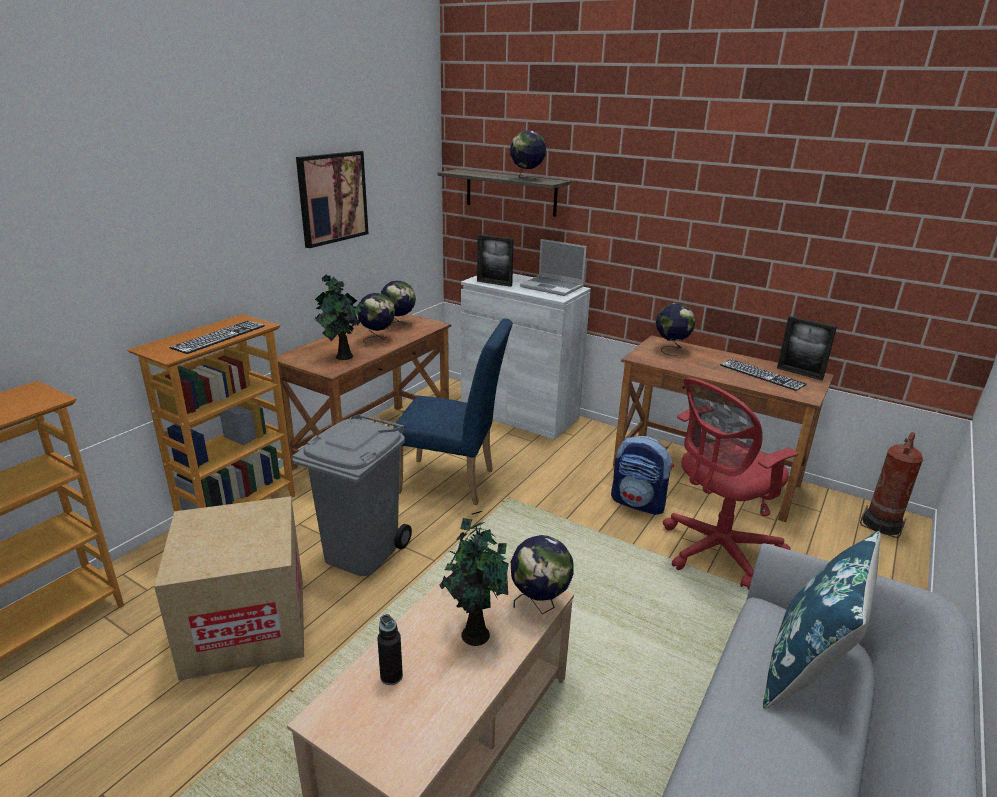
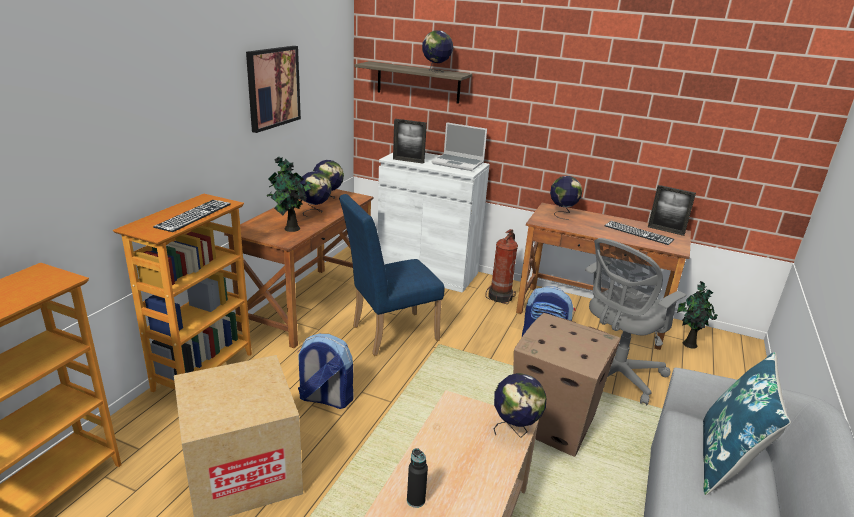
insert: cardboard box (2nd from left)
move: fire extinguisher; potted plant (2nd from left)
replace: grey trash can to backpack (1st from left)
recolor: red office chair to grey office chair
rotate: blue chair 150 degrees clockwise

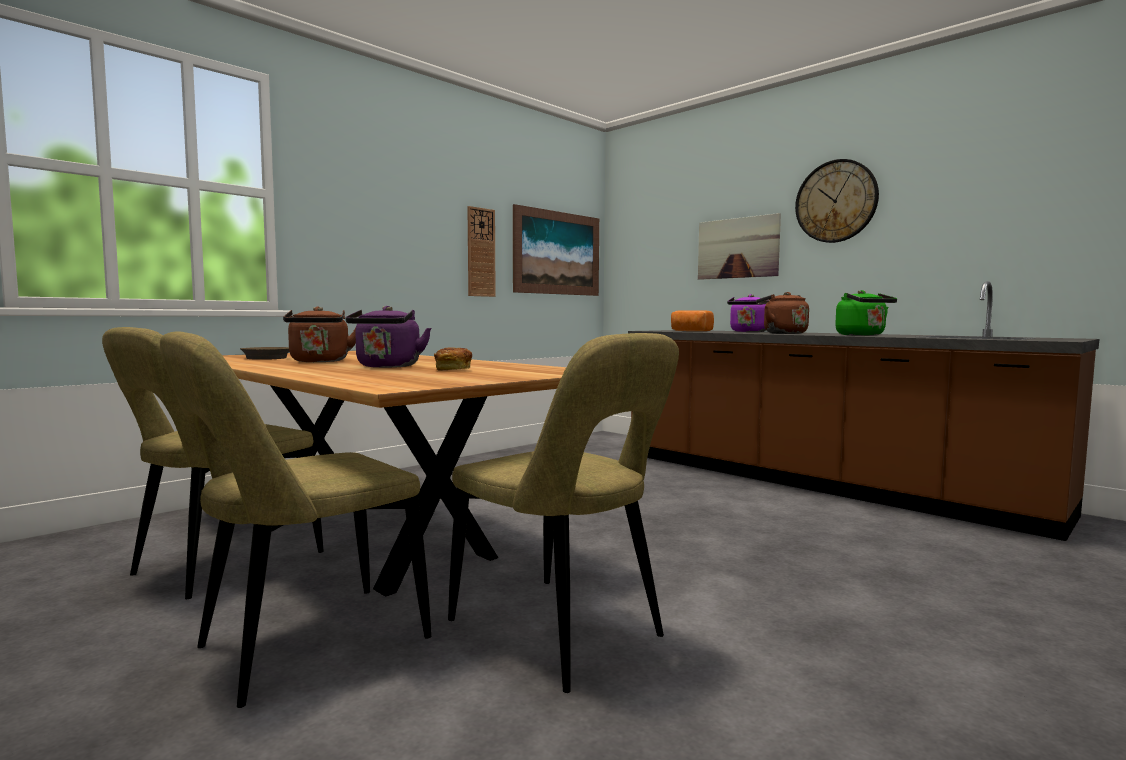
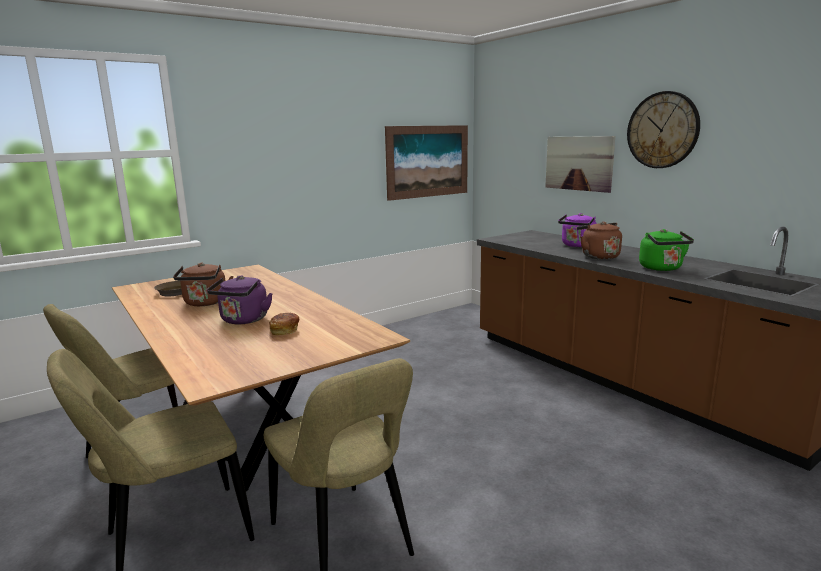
delete: wall clock (1st from left); bread (2nd from left)

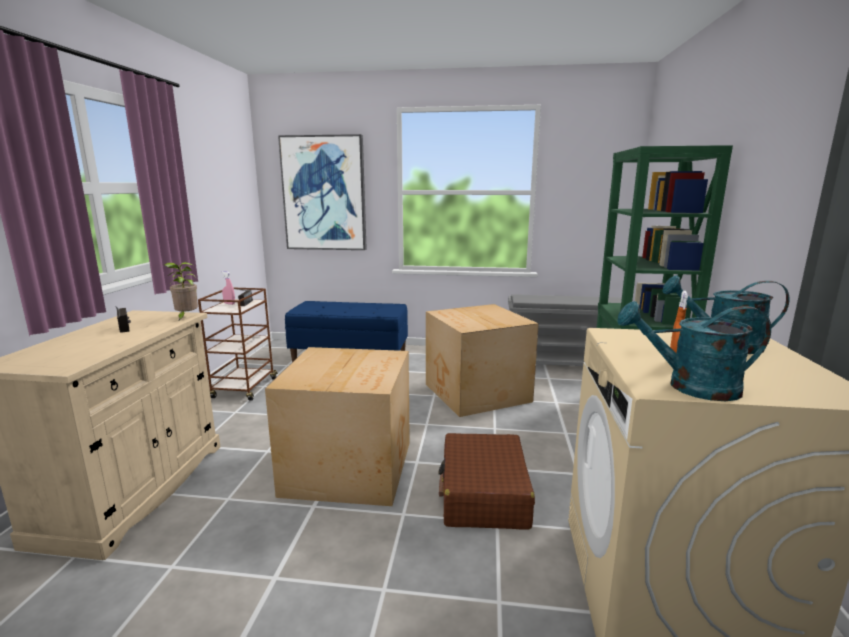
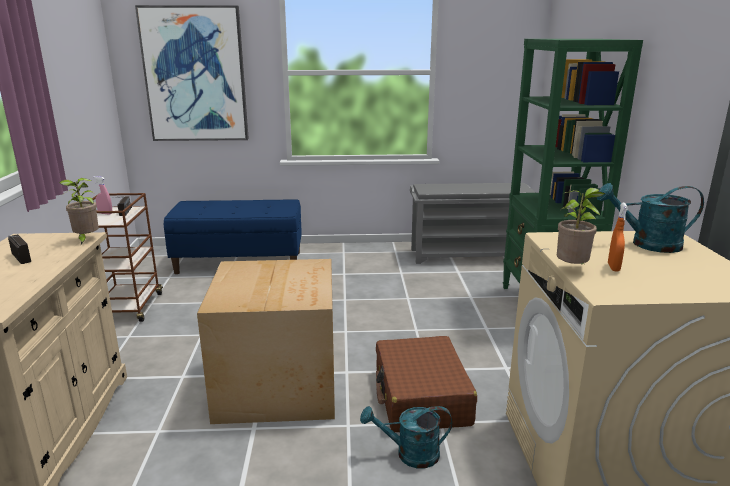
delete: cardboard box (2nd from left)
insert: potted plant (2nd from left)
move: turquoise watering can (1st from left)

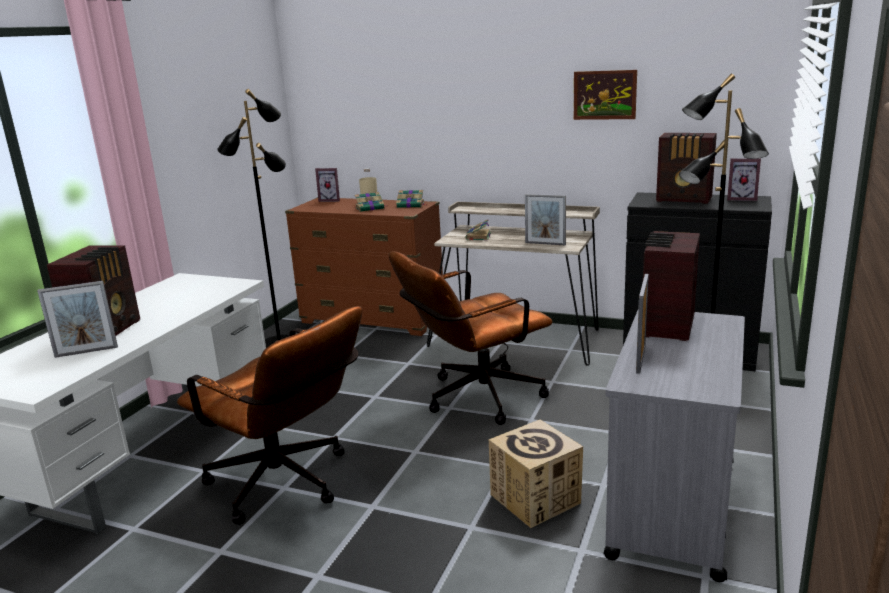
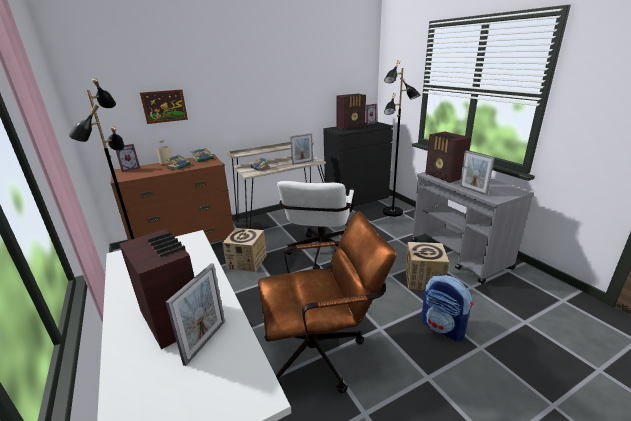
insert: cardboard box (1st from left); backpack
move: picture
recolor: brown office chair (2nd from left) to white office chair

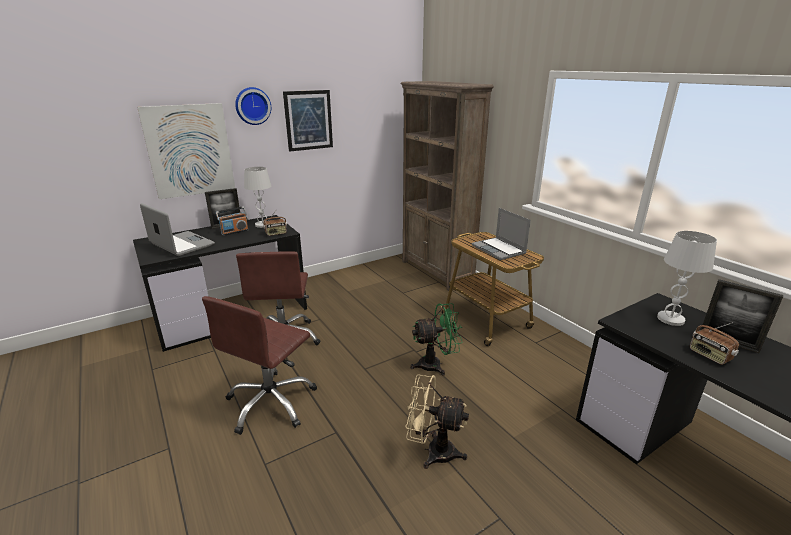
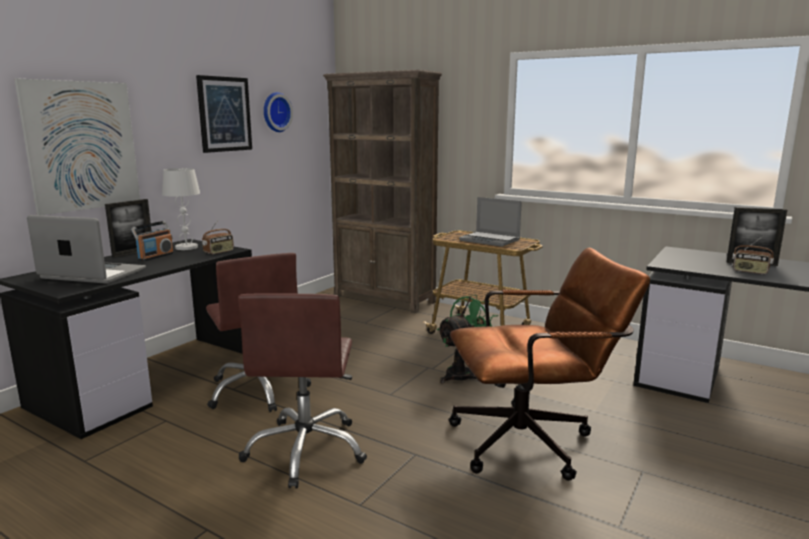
delete: white table lamp (2nd from left)
move: wall clock
replace: beige fan to brown office chair (3rd from left)

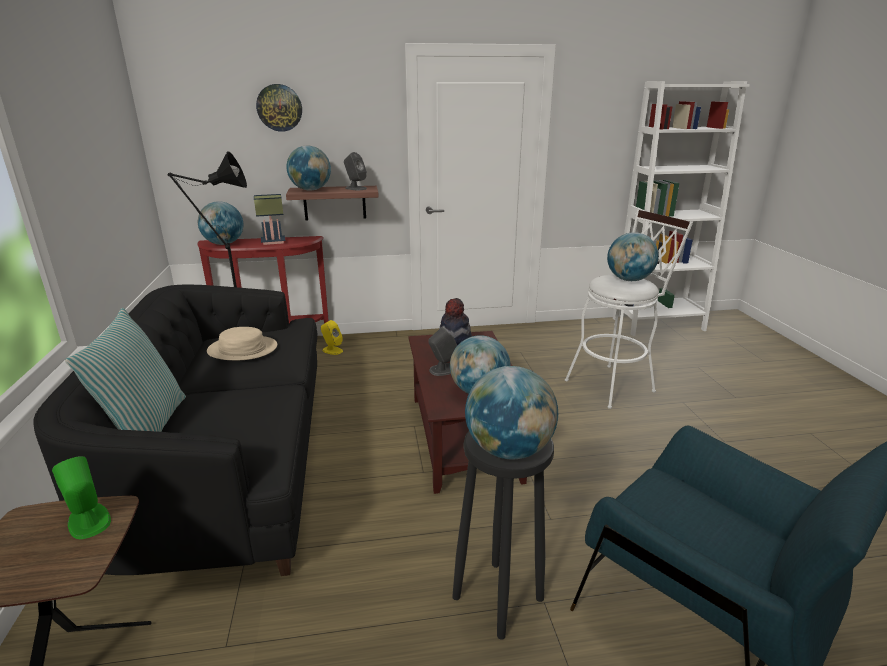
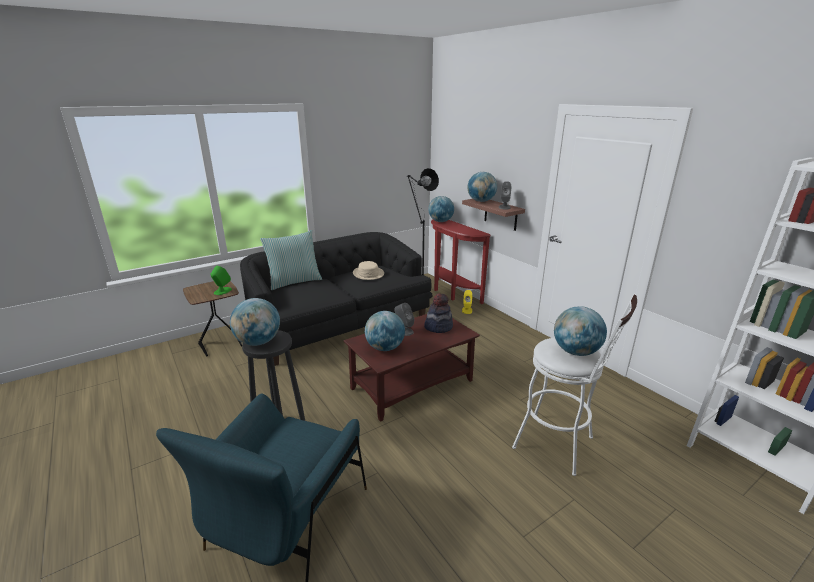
delete: table lamp; wall clock

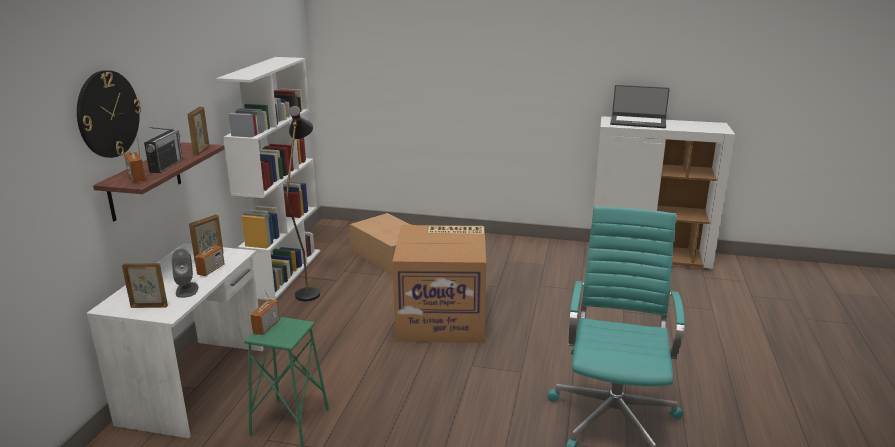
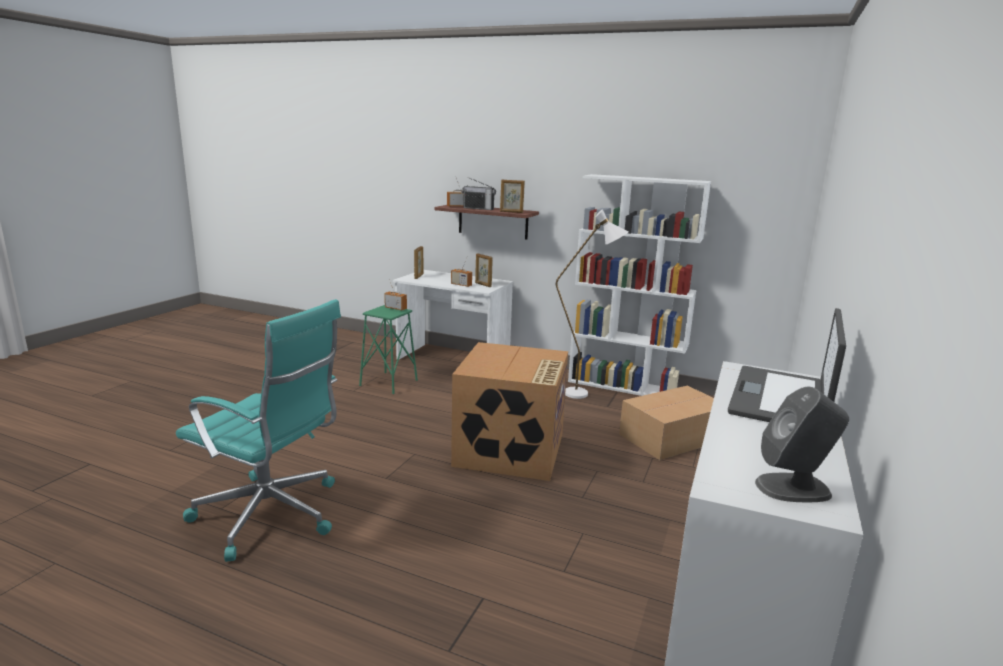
delete: wall clock
move: grey speaker
recolor: black floor lamp to white floor lamp

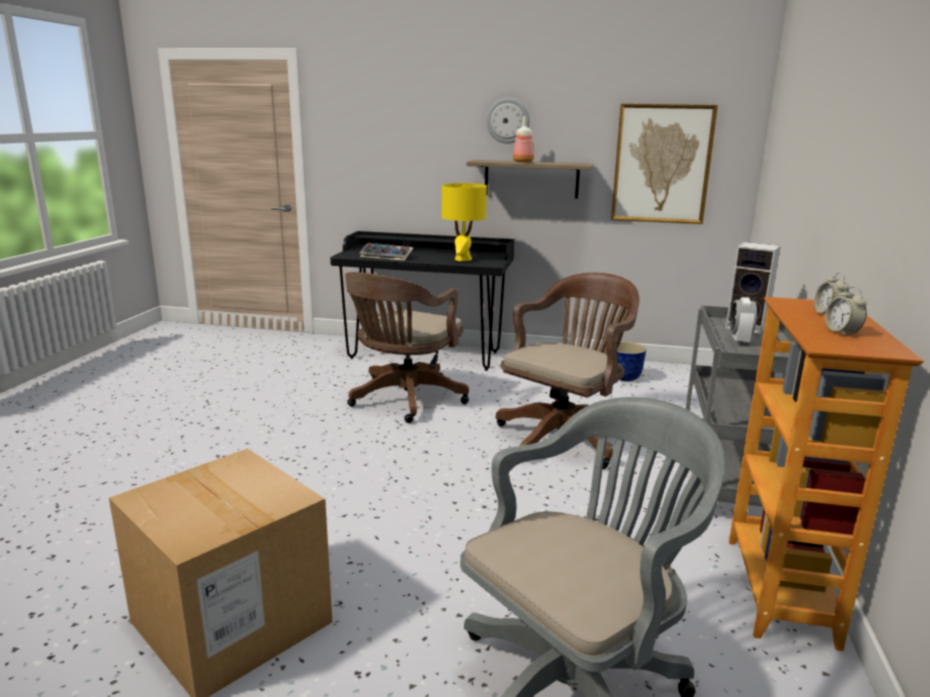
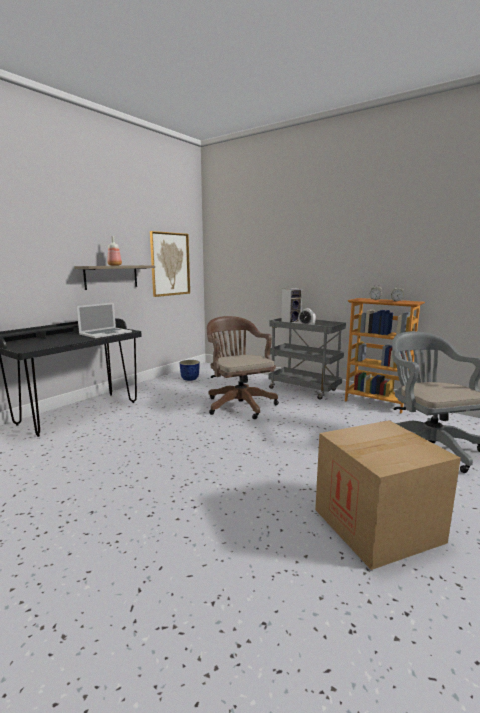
delete: brown office chair (1st from left); keyboard; wall clock
replace: yellow table lamp to laptop

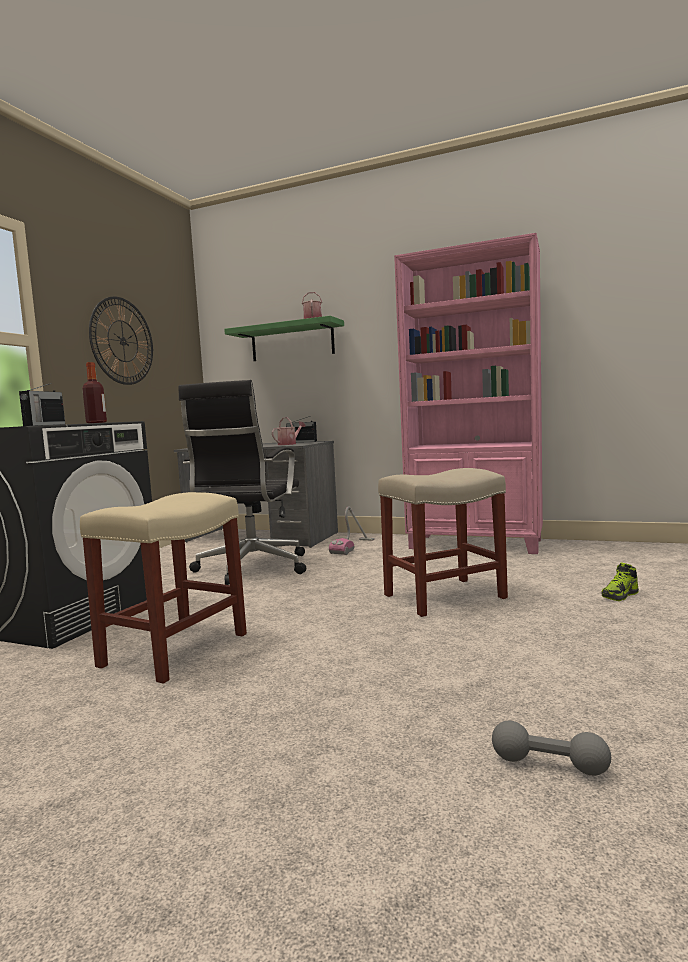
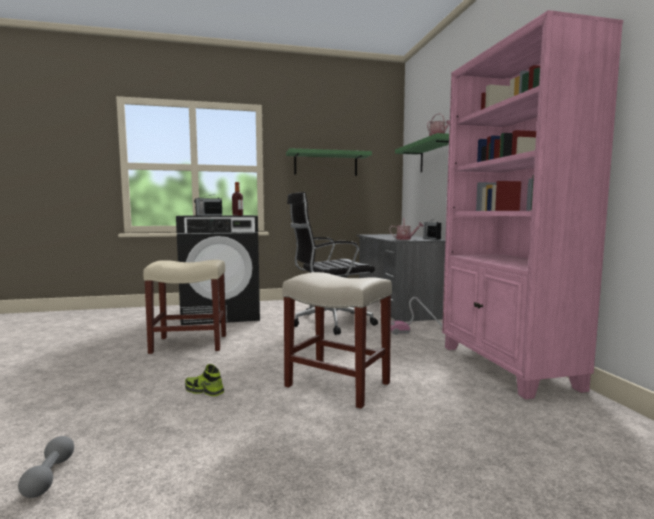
move: shoe
replace: wall clock to green shelf (1st from left)

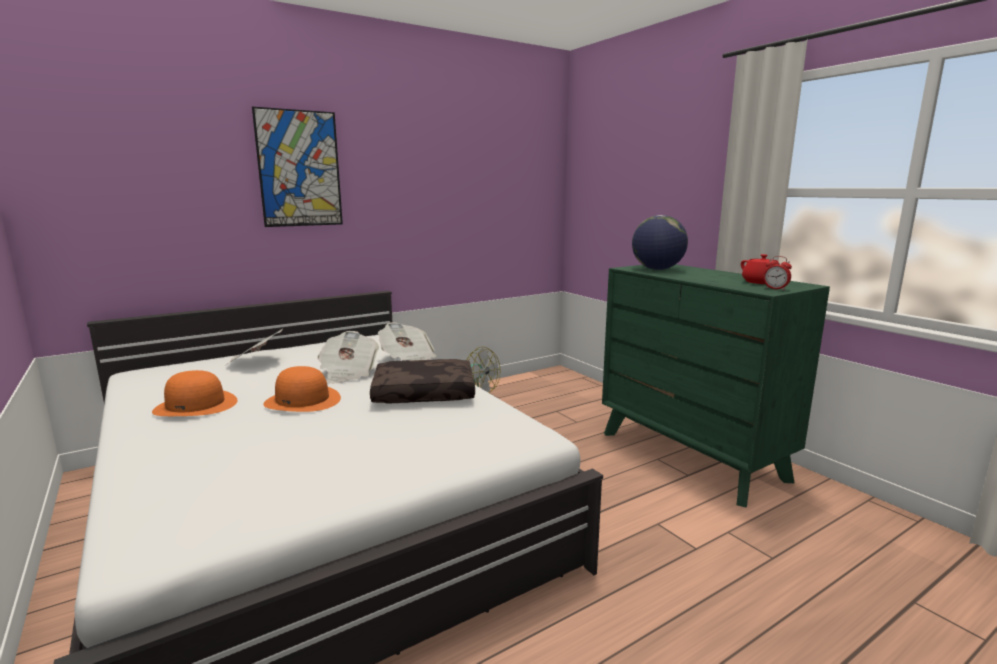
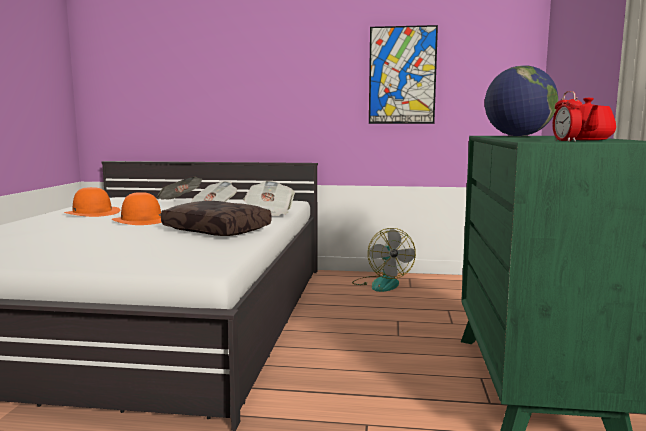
move: picture

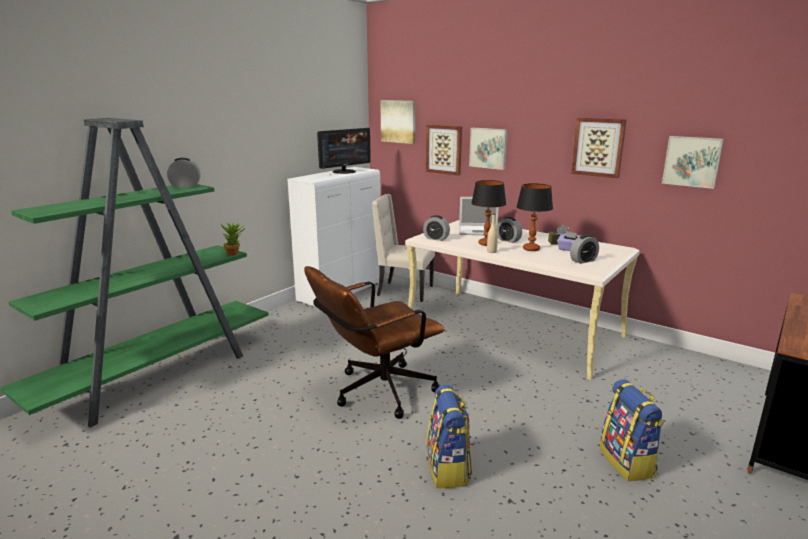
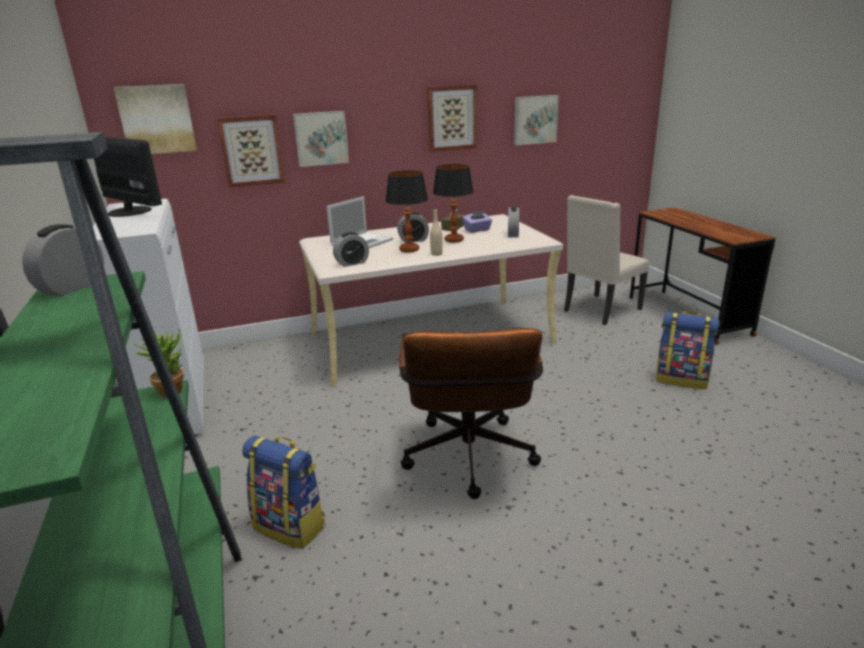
move: backpack (1st from left); beige chair
rotate: monitor 45 degrees counterclockwise

